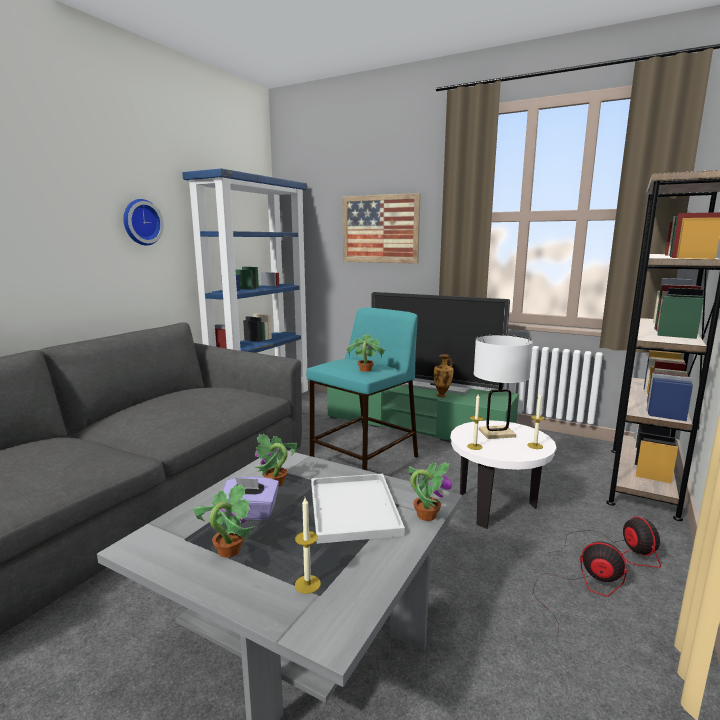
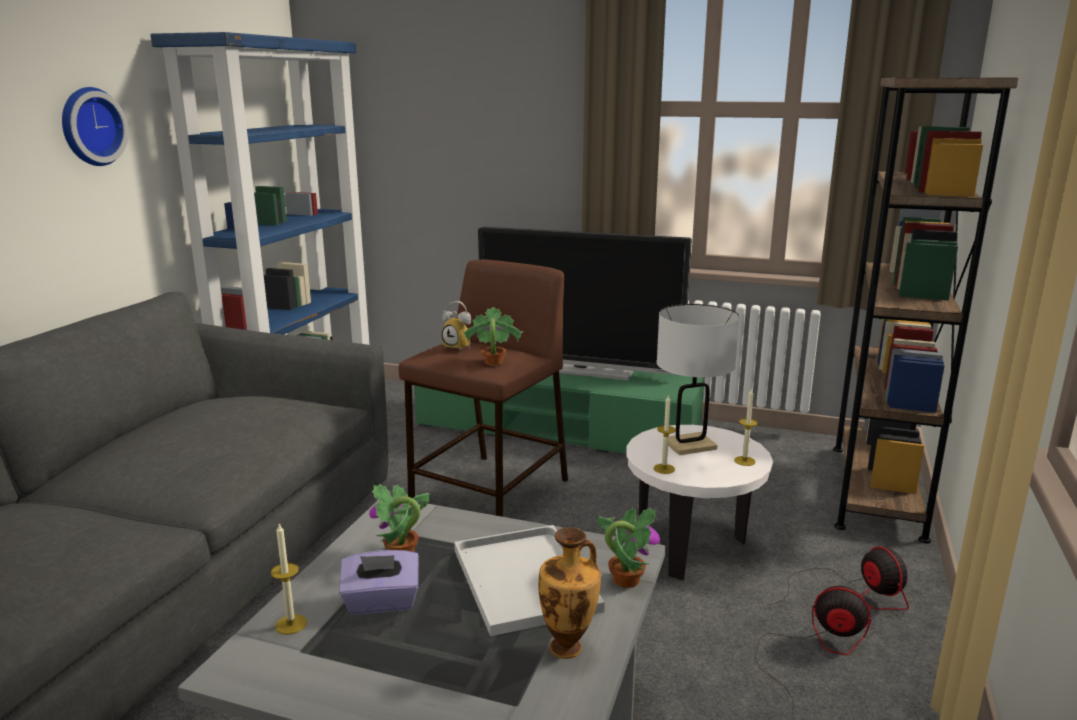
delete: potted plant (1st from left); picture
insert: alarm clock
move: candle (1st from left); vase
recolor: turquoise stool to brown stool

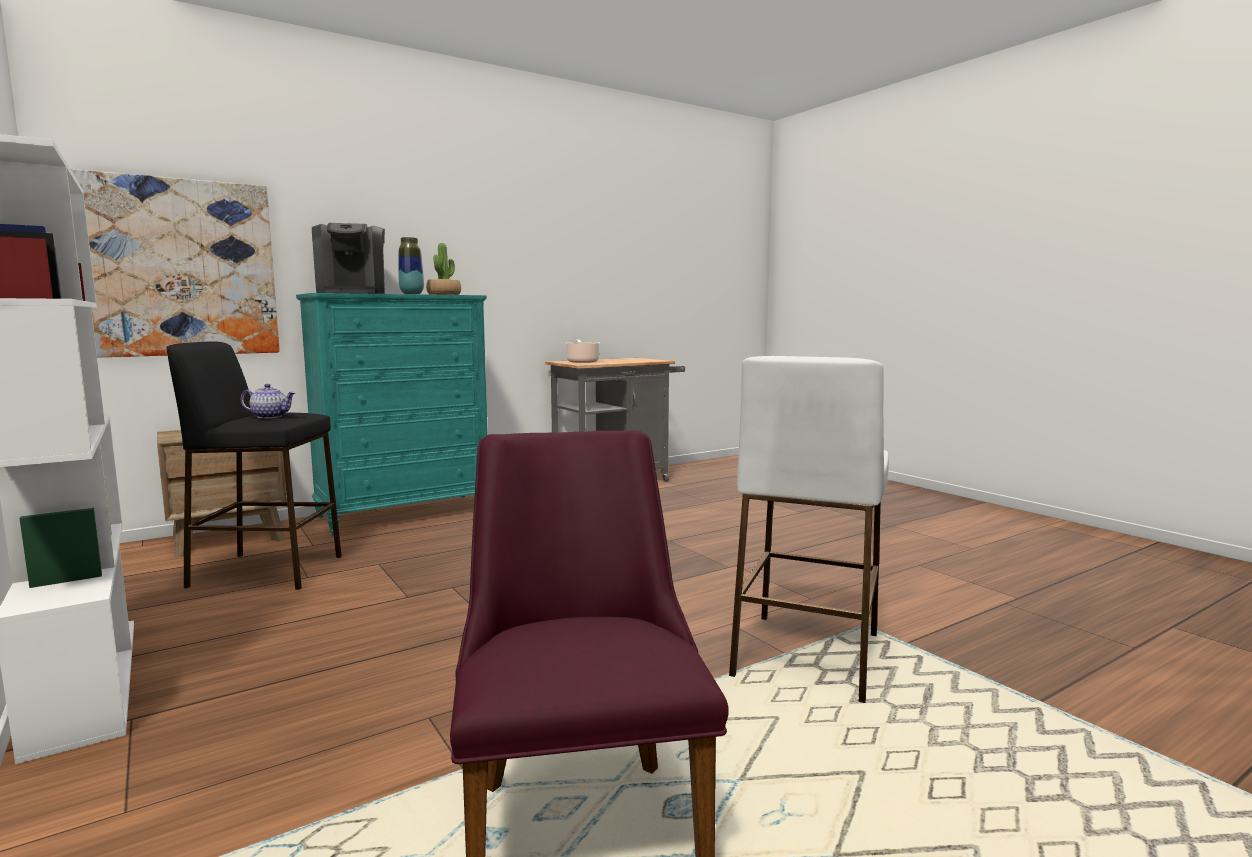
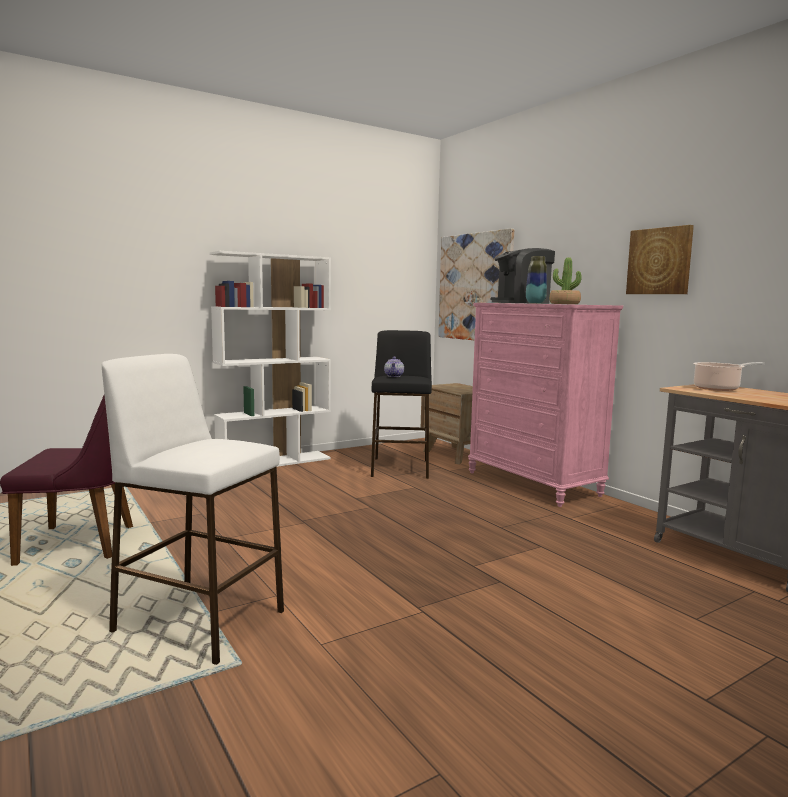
insert: picture (2nd from left)
recolor: turquoise dresser to pink dresser

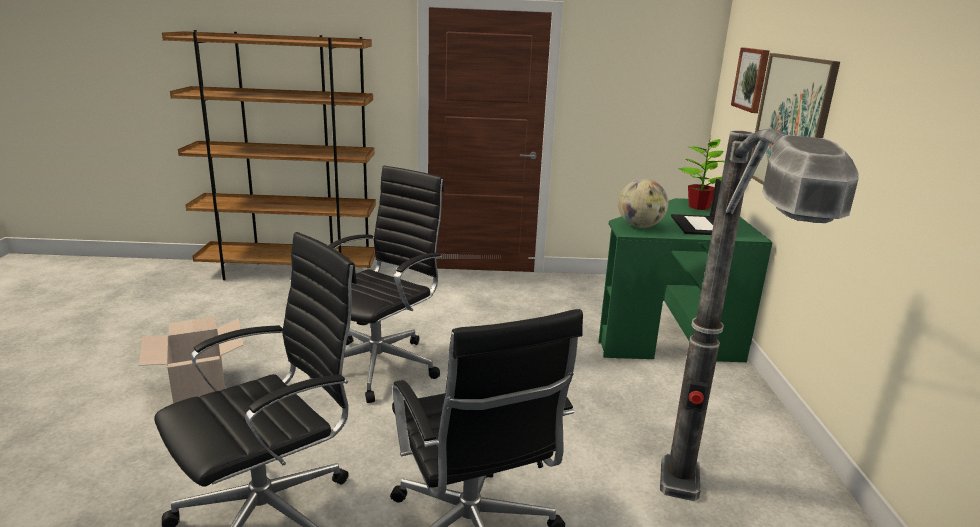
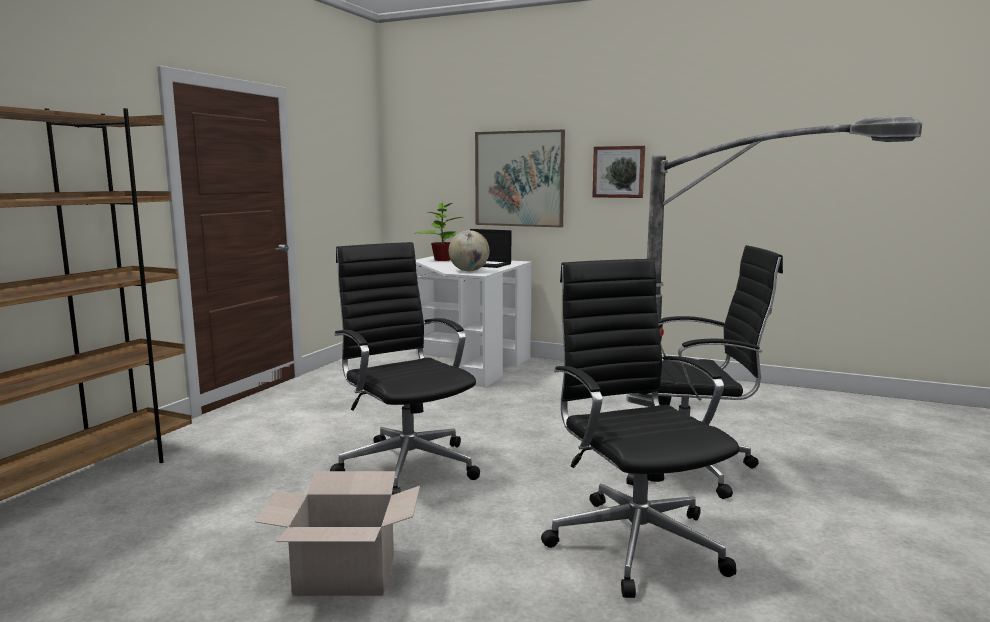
move: picture (1st from left in the first image) to picture (2nd from left)
recolor: green desk to white desk

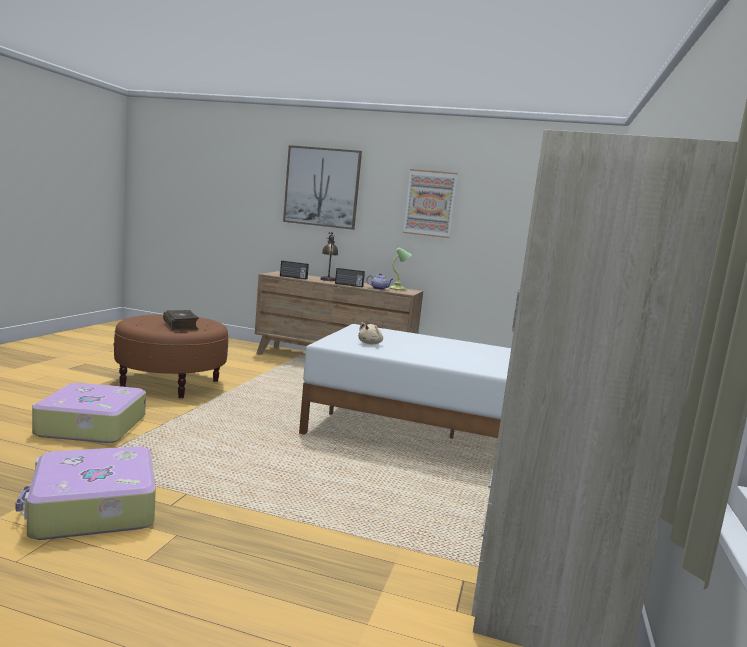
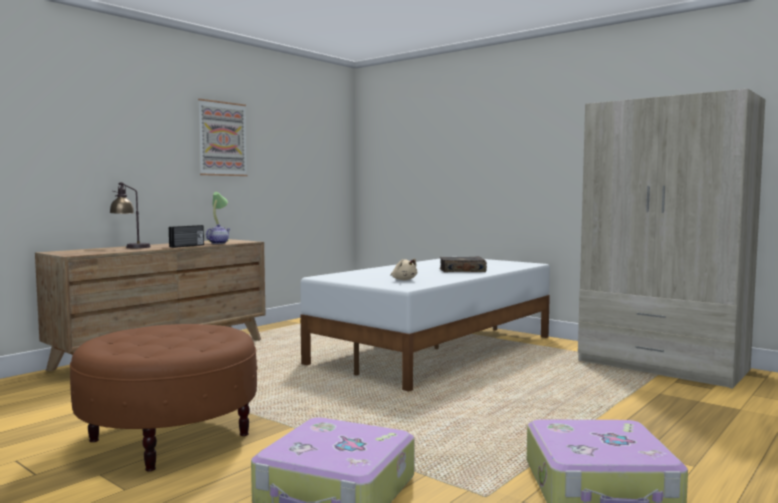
delete: radio (1st from left); picture (1st from left)
move: book

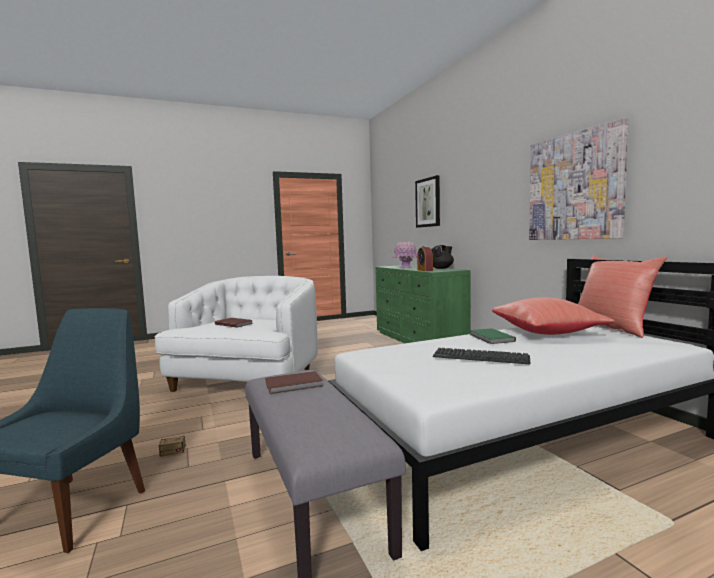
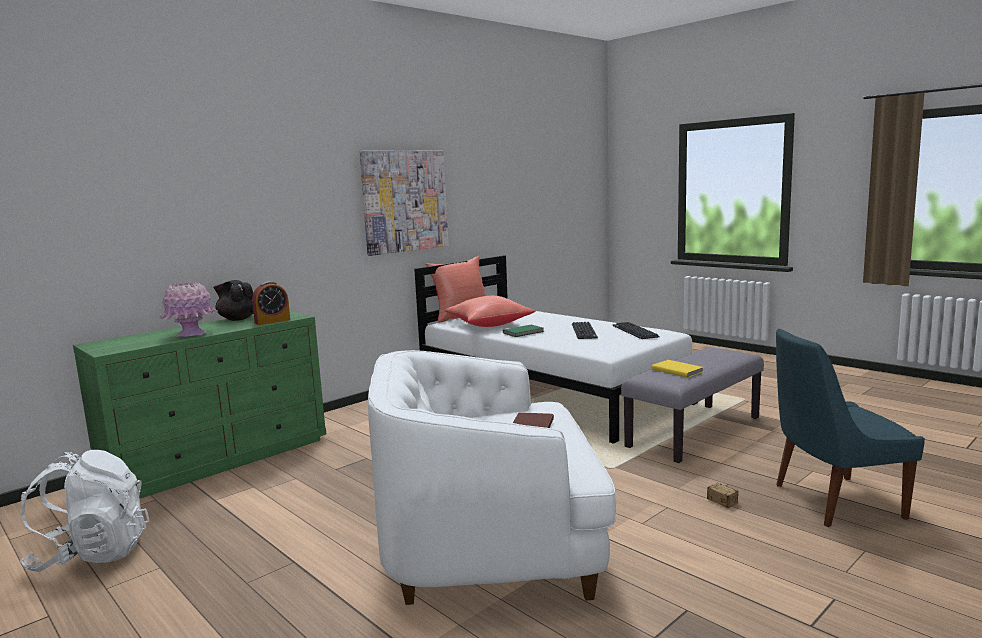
delete: picture (1st from left)
insert: white backpack; keyboard (2nd from left)
recolor: brown book (2nd from left) to yellow book

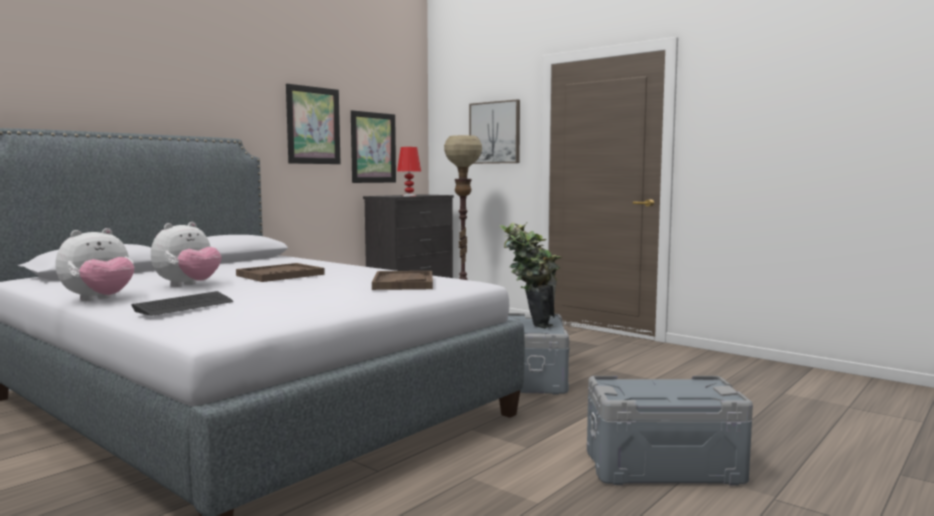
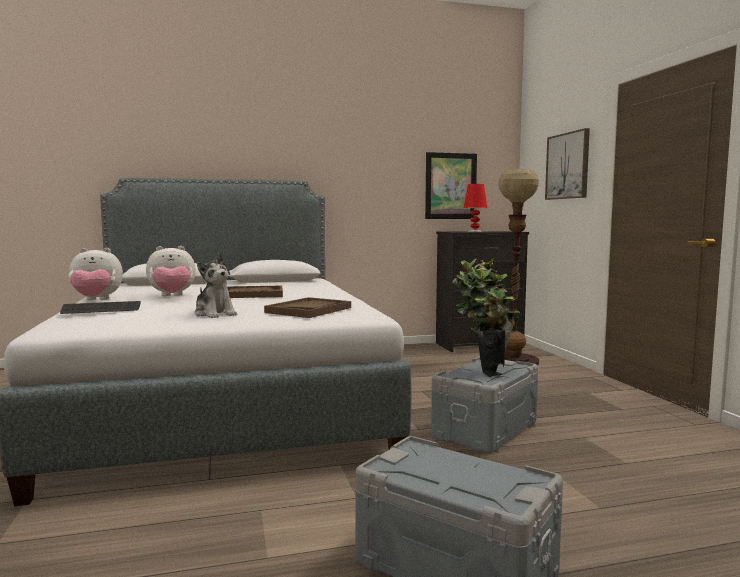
delete: picture (1st from left)
insert: plush toy (3rd from left)

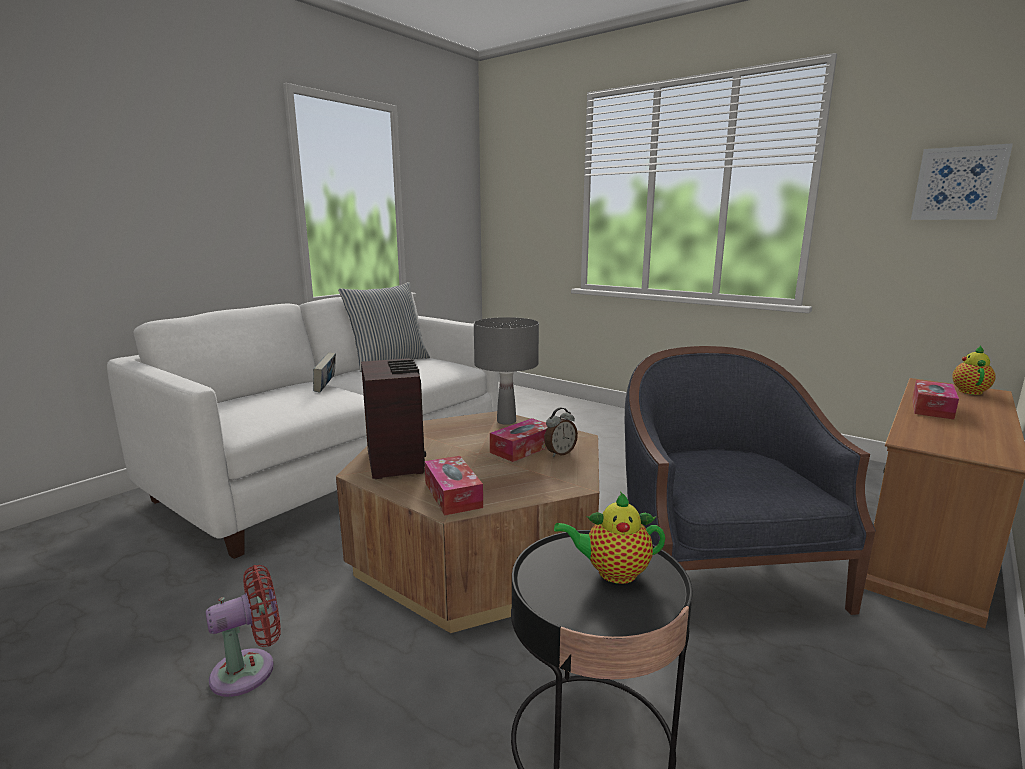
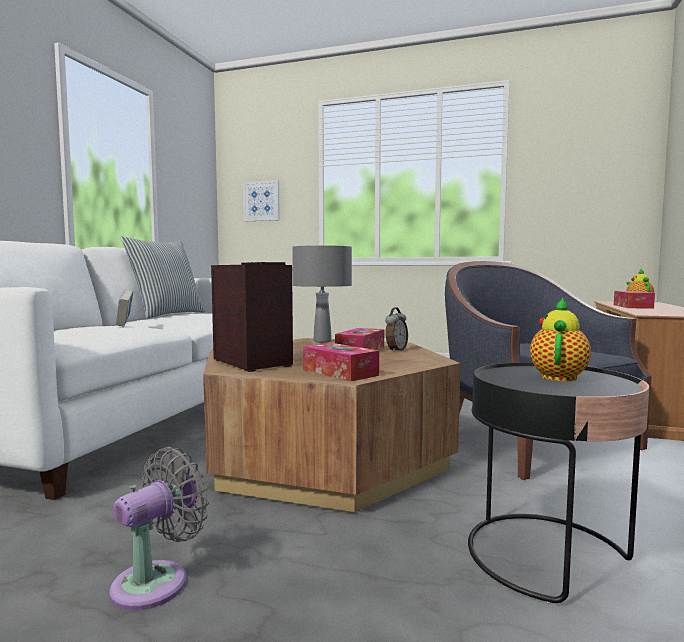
move: picture
recolor: red fan to grey fan
rotate: teapot (1st from left) 135 degrees clockwise

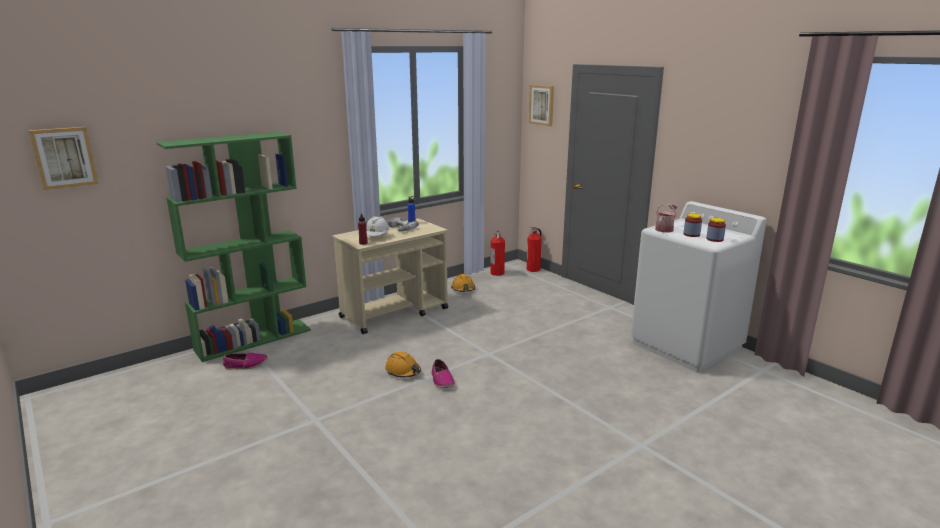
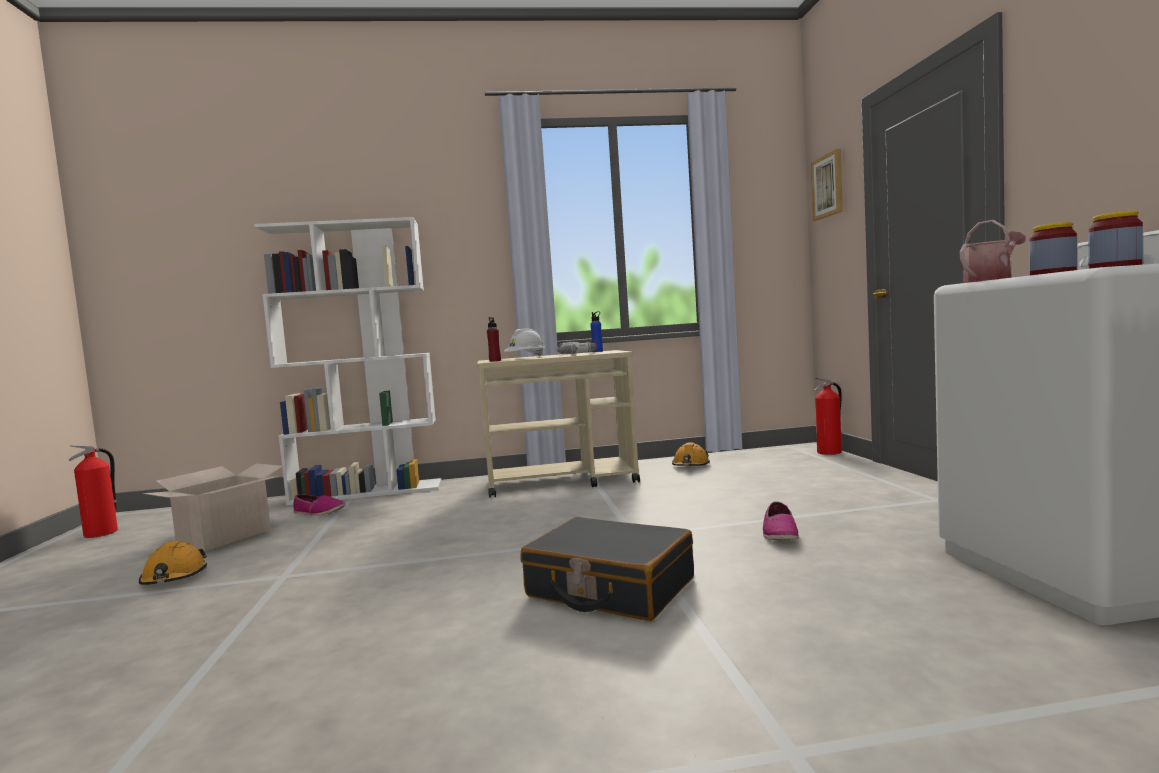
delete: picture (1st from left)
insert: cardboard box; black suitcase
move: fire extinguisher (1st from left); orange hard hat (1st from left); shoe (2nd from left)
recolor: green bookcase to white bookcase

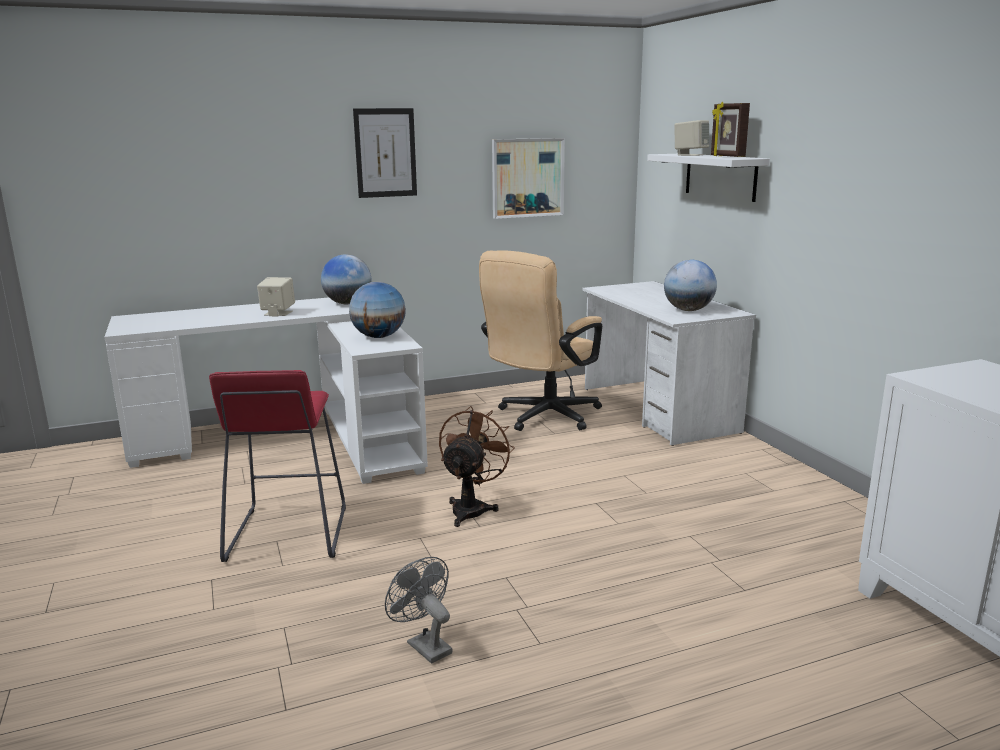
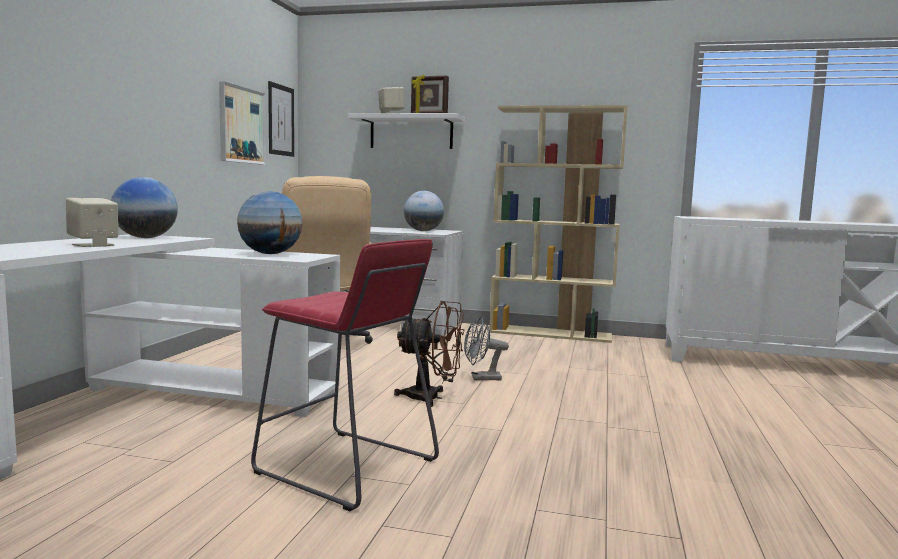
insert: beige bookcase
move: picture (1st from left in the first image) to picture (2nd from left); grey fan
rotate: brown fan 135 degrees clockwise

